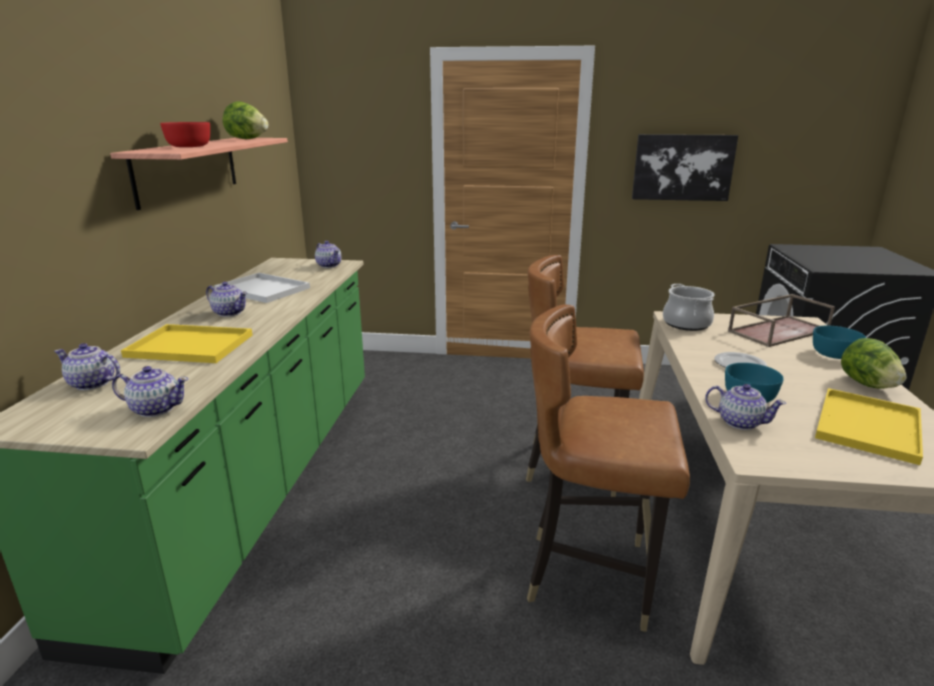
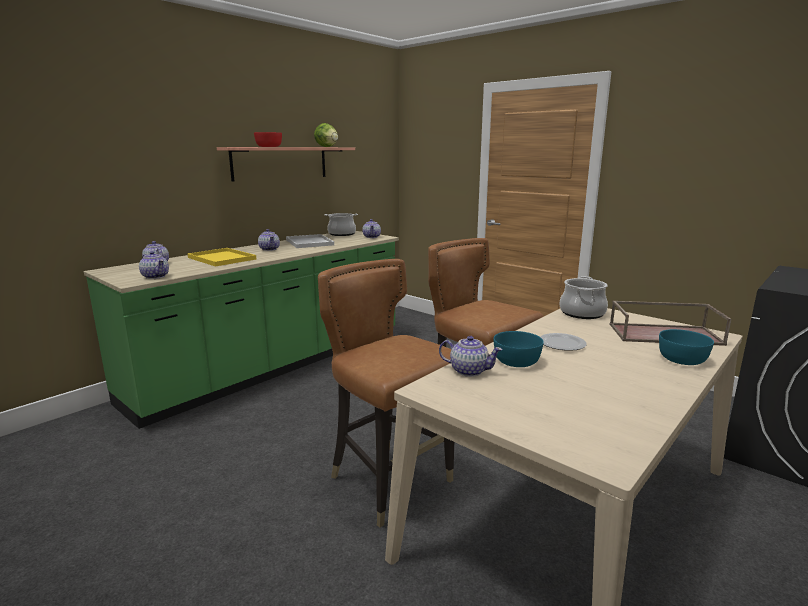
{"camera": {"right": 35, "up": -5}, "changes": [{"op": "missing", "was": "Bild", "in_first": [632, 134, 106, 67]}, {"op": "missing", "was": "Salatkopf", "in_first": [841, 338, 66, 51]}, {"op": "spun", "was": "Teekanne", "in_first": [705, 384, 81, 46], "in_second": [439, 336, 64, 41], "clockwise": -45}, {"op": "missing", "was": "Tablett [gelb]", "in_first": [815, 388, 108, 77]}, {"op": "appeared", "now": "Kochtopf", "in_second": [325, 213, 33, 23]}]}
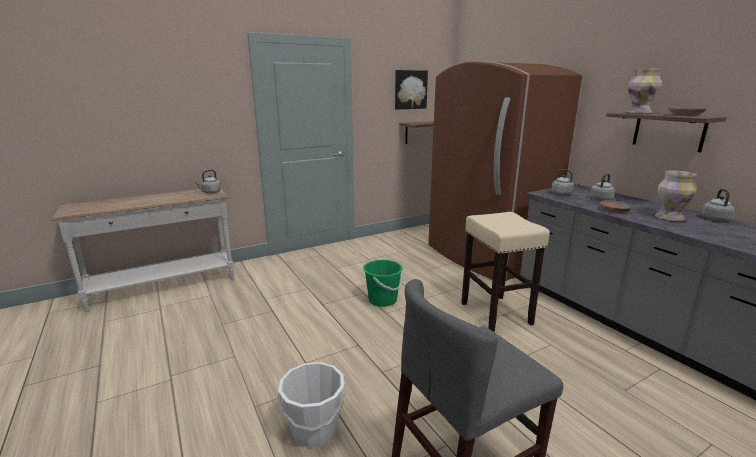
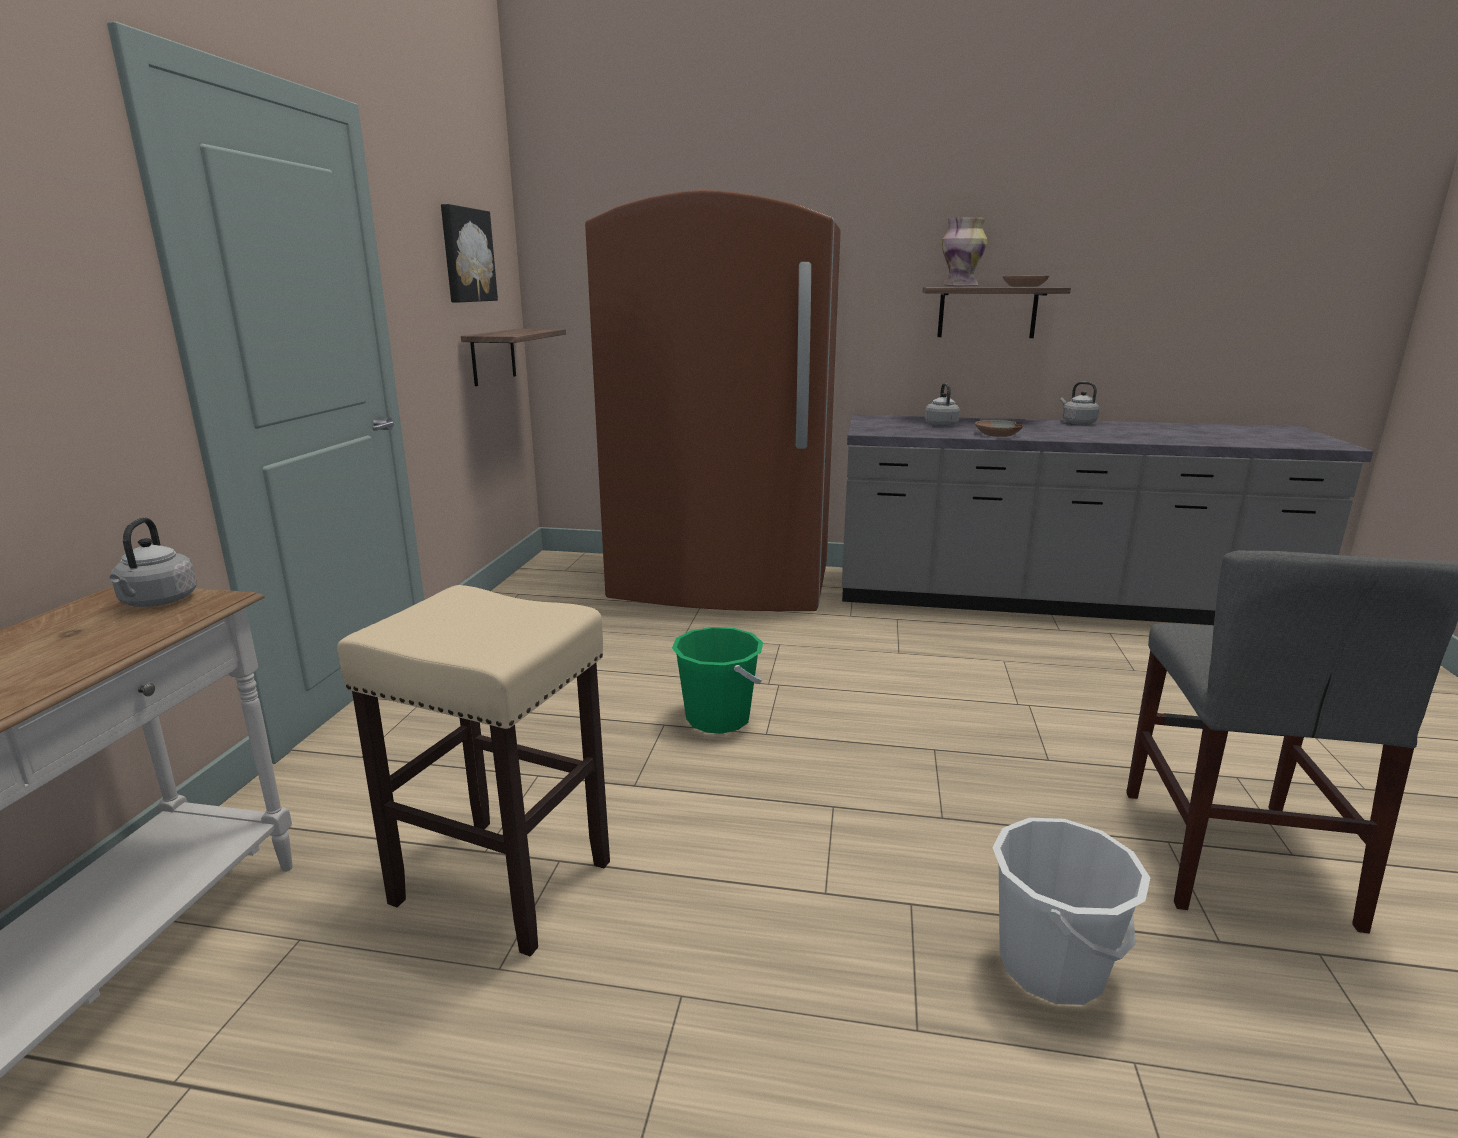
{"camera": {"right": -50, "up": 0}, "changes": [{"op": "missing", "was": "Wasserkessel [grau]", "in_first": [551, 169, 29, 26]}, {"op": "missing", "was": "Vase", "in_first": [655, 171, 42, 50]}, {"op": "relocated", "was": "Hocker [beige]", "in_first": [461, 212, 89, 120], "in_second": [337, 585, 273, 372]}]}
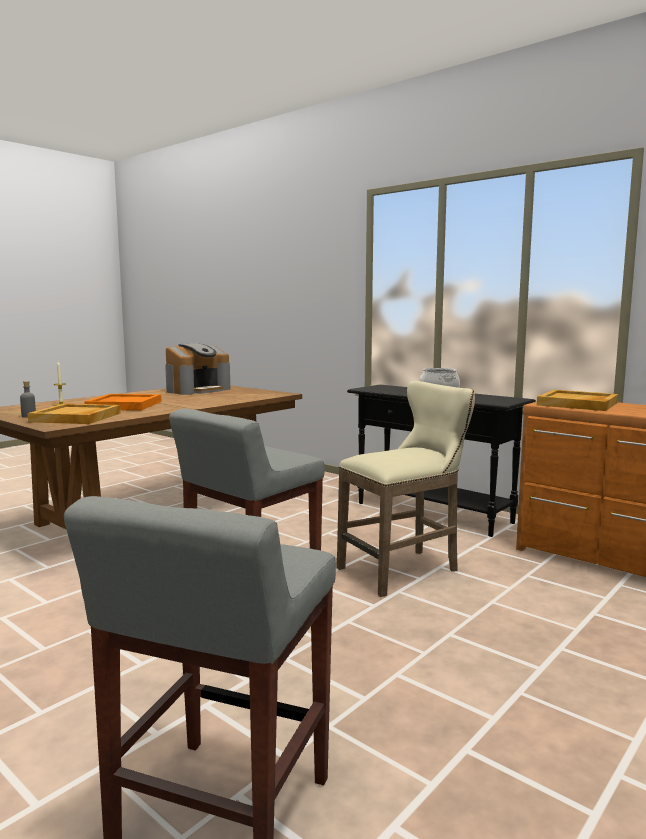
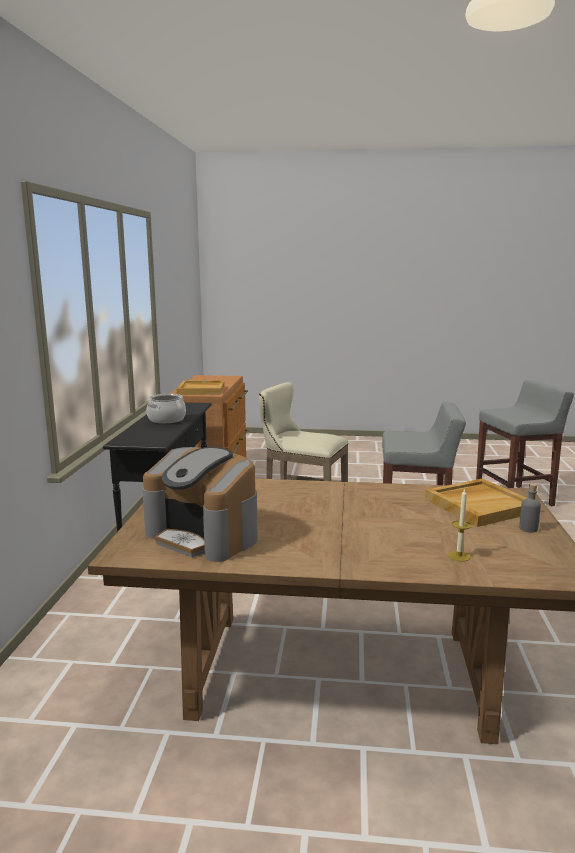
{"camera": {"right": -125, "up": 5}, "changes": [{"op": "spun", "was": "Kaffeemaschine", "in_first": [165, 343, 65, 52], "in_second": [142, 447, 116, 115], "clockwise": -150}, {"op": "missing", "was": "Tablett [orange]", "in_first": [84, 394, 78, 16]}]}
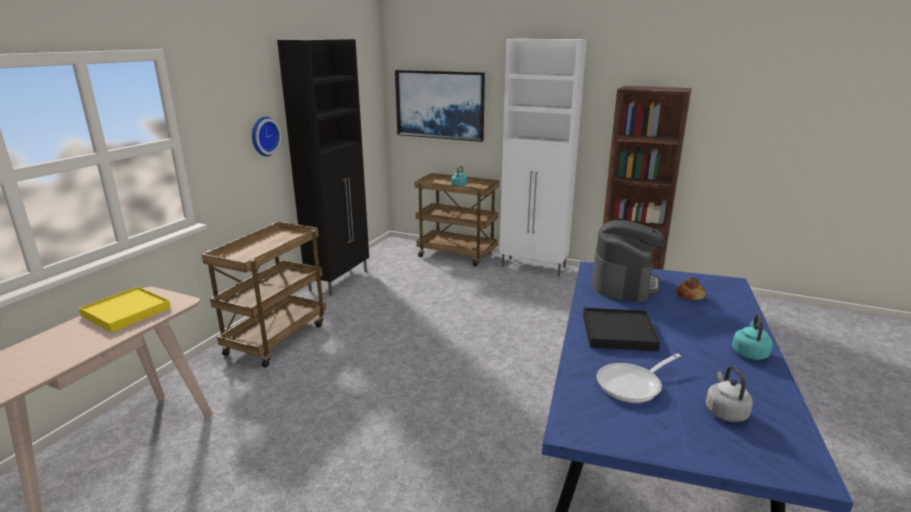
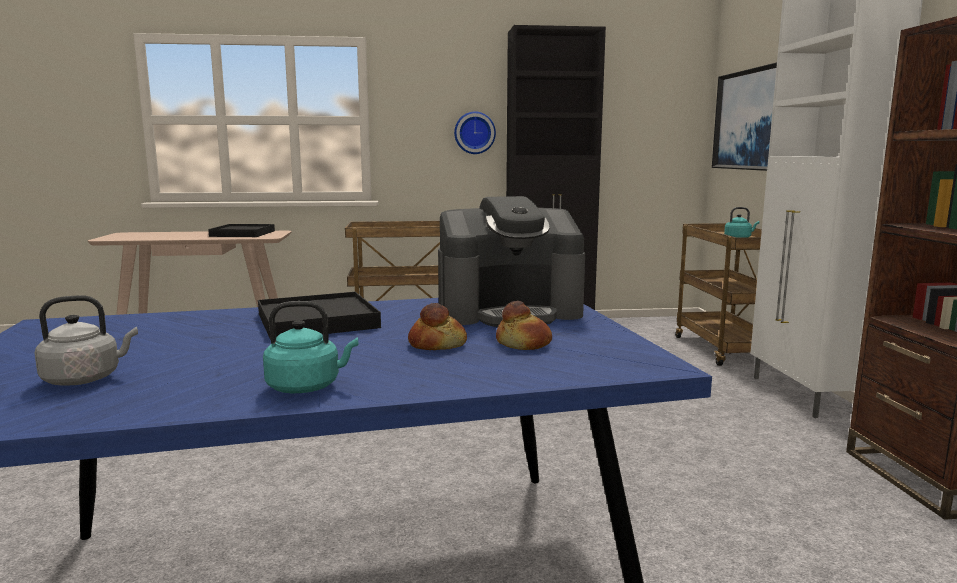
{"camera": {"right": 60, "up": -10}, "changes": [{"op": "colour", "was": "Tablett [gelb]", "now": "Tablett [schwarz]", "in_first": [79, 287, 92, 45], "in_second": [208, 224, 67, 13]}, {"op": "missing", "was": "Pfanne", "in_first": [597, 353, 84, 50]}, {"op": "appeared", "now": "Brot", "in_second": [408, 303, 59, 47]}]}
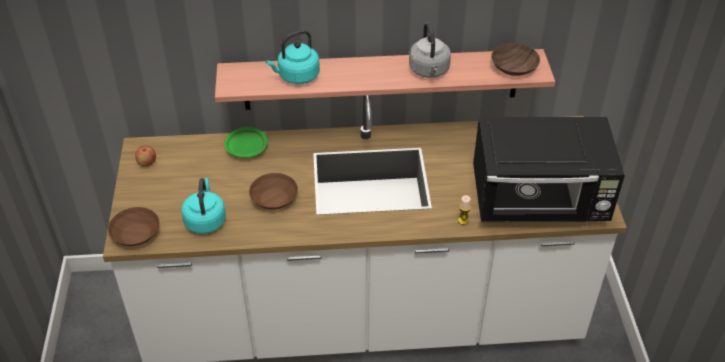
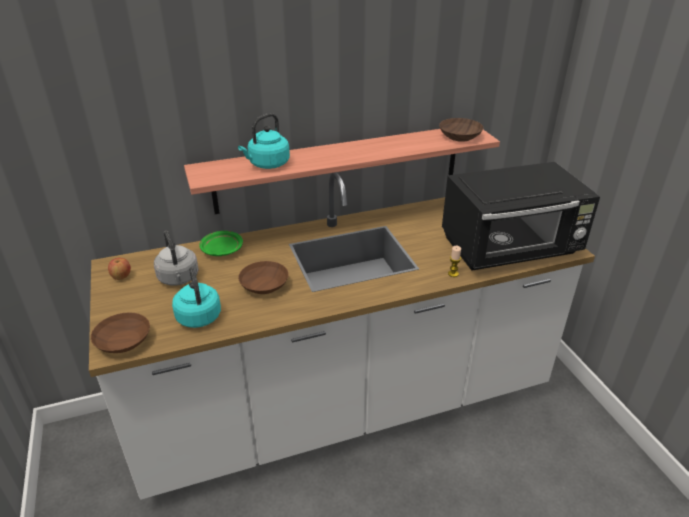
{"camera": {"right": -15, "up": -10}, "changes": [{"op": "relocated", "was": "Wasserkessel [grau]", "in_first": [409, 22, 42, 56], "in_second": [154, 231, 45, 55]}]}
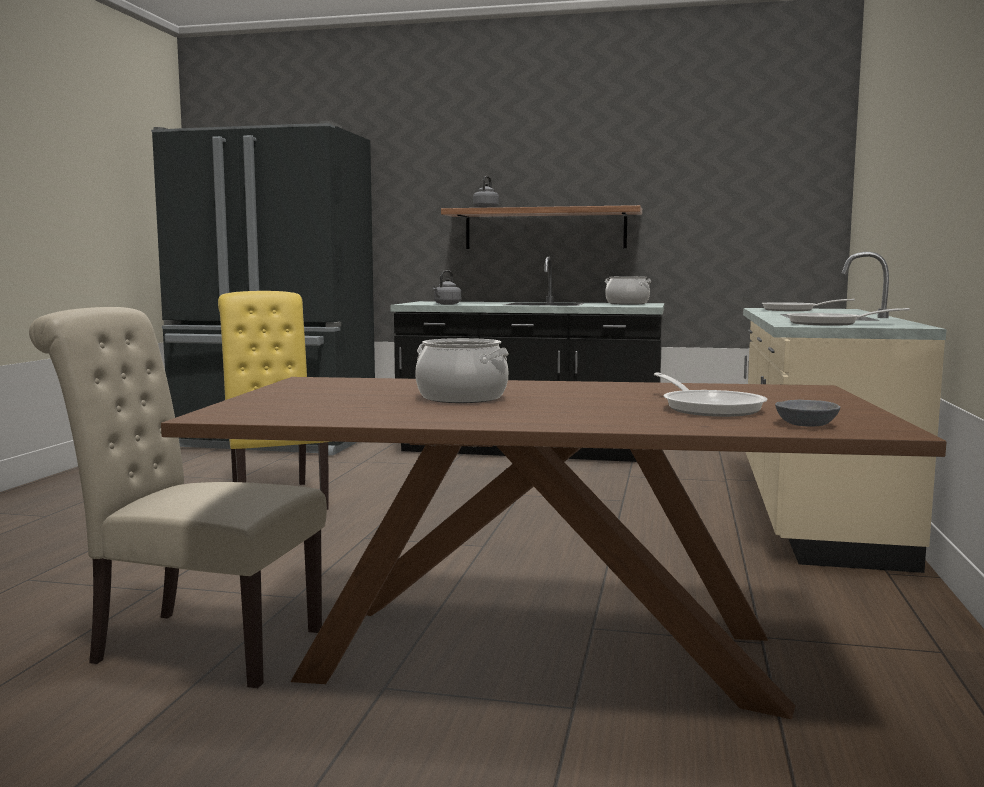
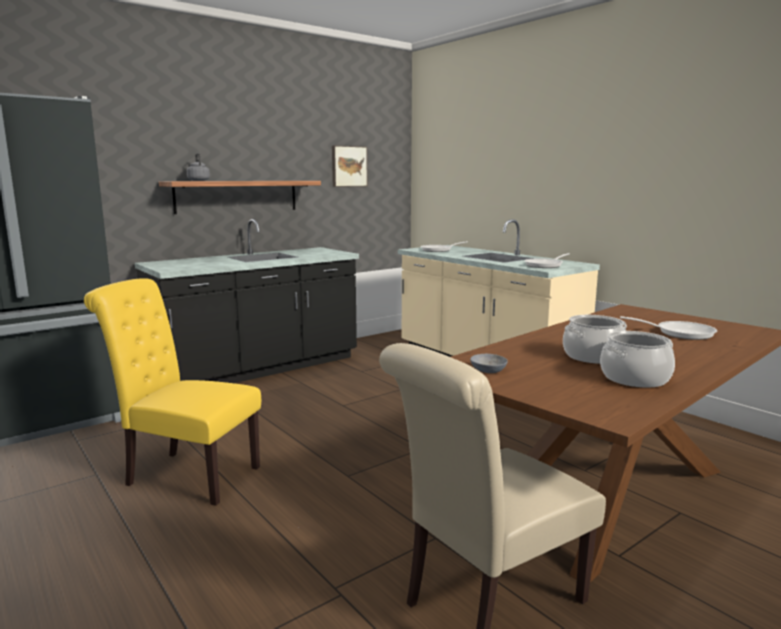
{"camera": {"right": -50, "up": 5}, "changes": [{"op": "missing", "was": "Wasserkessel [grau]", "in_first": [433, 270, 28, 35]}, {"op": "relocated", "was": "Kochtopf", "in_first": [605, 277, 46, 28], "in_second": [600, 331, 75, 57]}, {"op": "relocated", "was": "Schüssel [grau]", "in_first": [775, 400, 65, 27], "in_second": [470, 354, 38, 19]}, {"op": "appeared", "now": "Bild", "in_second": [332, 145, 36, 42]}]}
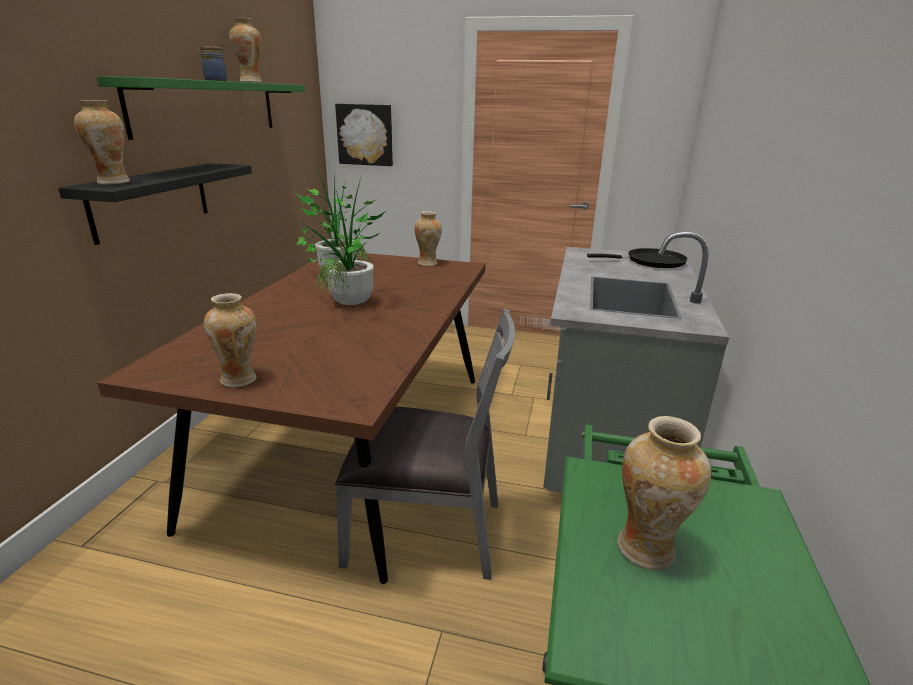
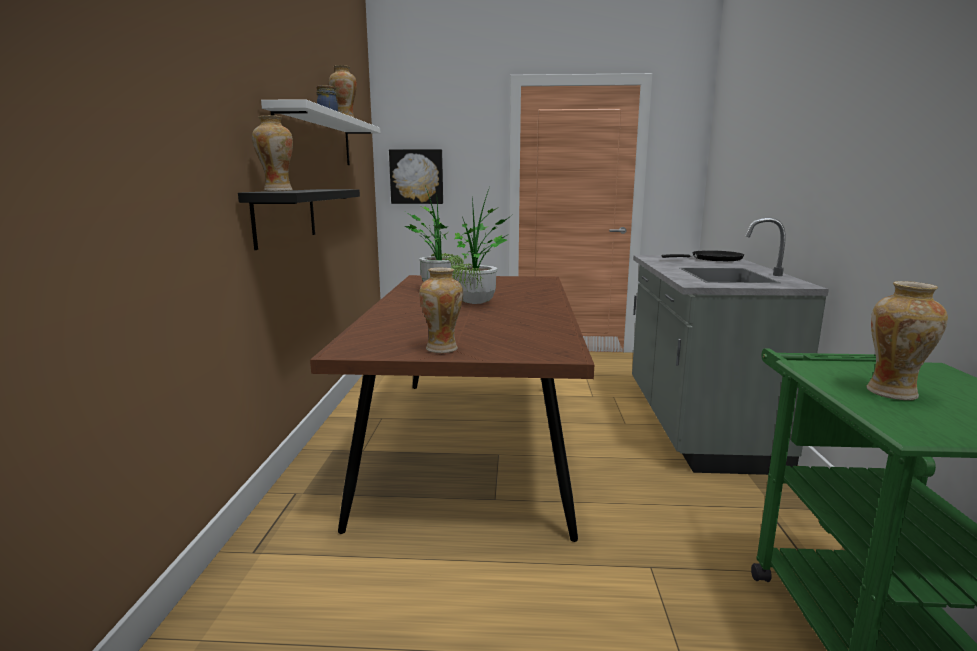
{"camera": {"right": -10, "up": -10}, "changes": [{"op": "colour", "was": "Wandregal [grün]", "now": "Wandregal [weiß]", "in_first": [97, 76, 208, 64], "in_second": [261, 99, 119, 66]}, {"op": "missing", "was": "Vase", "in_first": [414, 211, 28, 55]}, {"op": "missing", "was": "Stuhl [grau]", "in_first": [335, 309, 180, 271]}]}
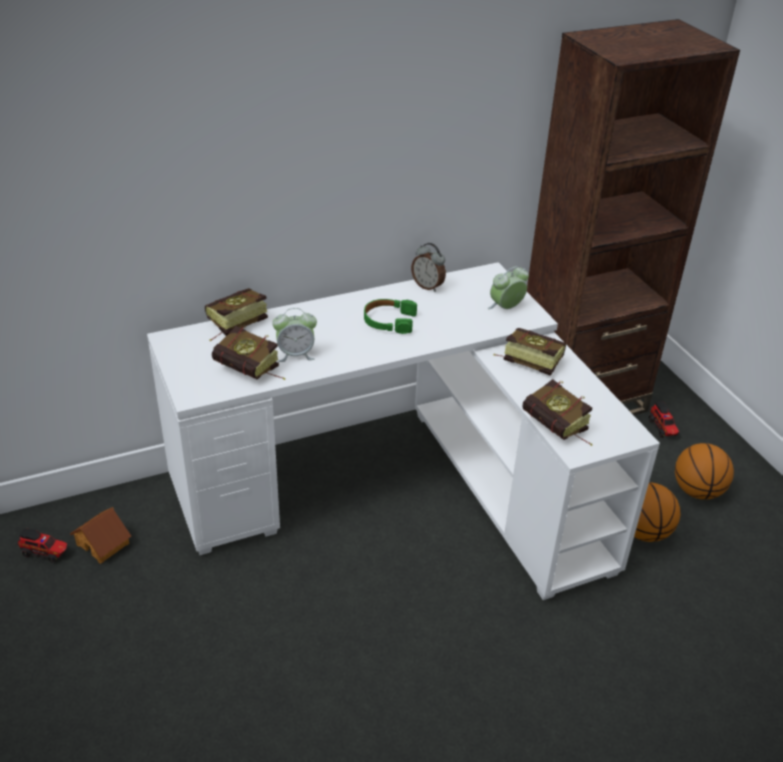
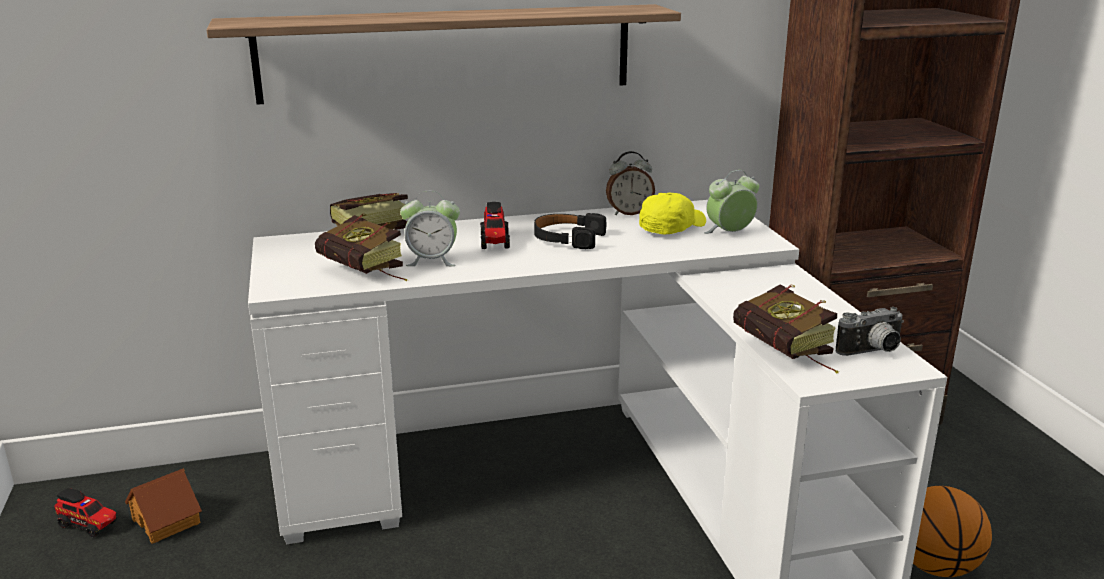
{"camera": {"right": 10, "up": -15}, "changes": [{"op": "spun", "was": "Wecker", "in_first": [411, 243, 35, 49], "in_second": [606, 151, 49, 64], "clockwise": -60}, {"op": "colour", "was": "Kopfhörer [grün]", "now": "Kopfhörer [schwarz]", "in_first": [364, 299, 53, 35], "in_second": [534, 213, 72, 36]}, {"op": "missing", "was": "Buch", "in_first": [493, 328, 73, 48]}, {"op": "relocated", "was": "Spielzeuglaster", "in_first": [649, 402, 30, 36], "in_second": [480, 202, 30, 47]}, {"op": "missing", "was": "Basketball", "in_first": [675, 443, 59, 57]}, {"op": "appeared", "now": "Wandregal", "in_second": [207, 4, 474, 100]}, {"op": "appeared", "now": "Kappe [gelb]", "in_second": [639, 193, 67, 42]}, {"op": "appeared", "now": "Kamera", "in_second": [835, 307, 69, 49]}]}
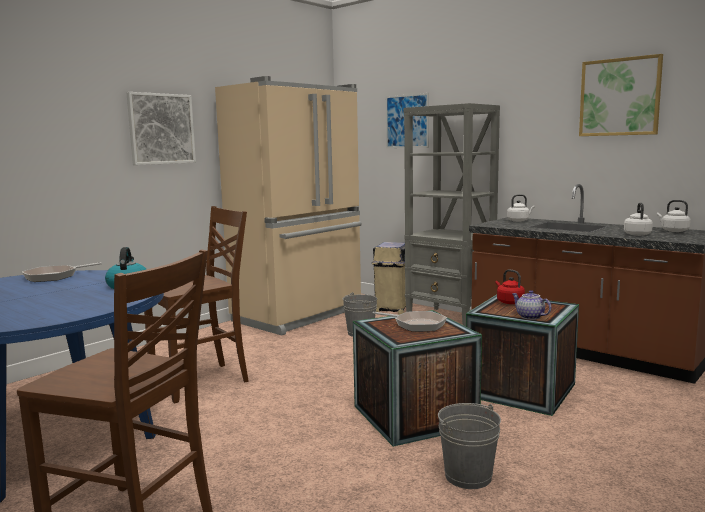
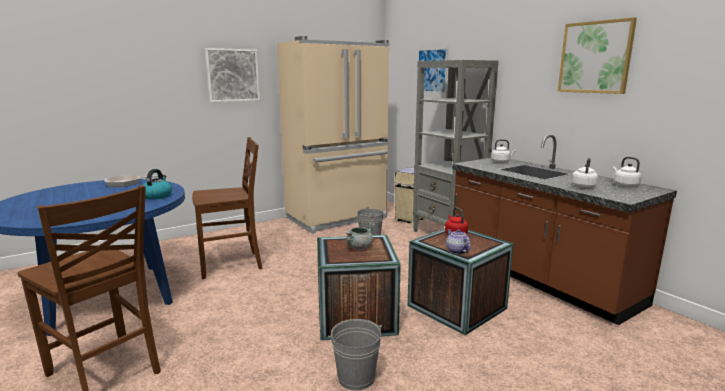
{"camera": {"right": 15, "up": 5}, "changes": [{"op": "exchanged", "was": "Pfanne", "now": "Kochtopf [grau]", "in_first": [373, 311, 74, 21], "in_second": [346, 223, 29, 27]}]}
